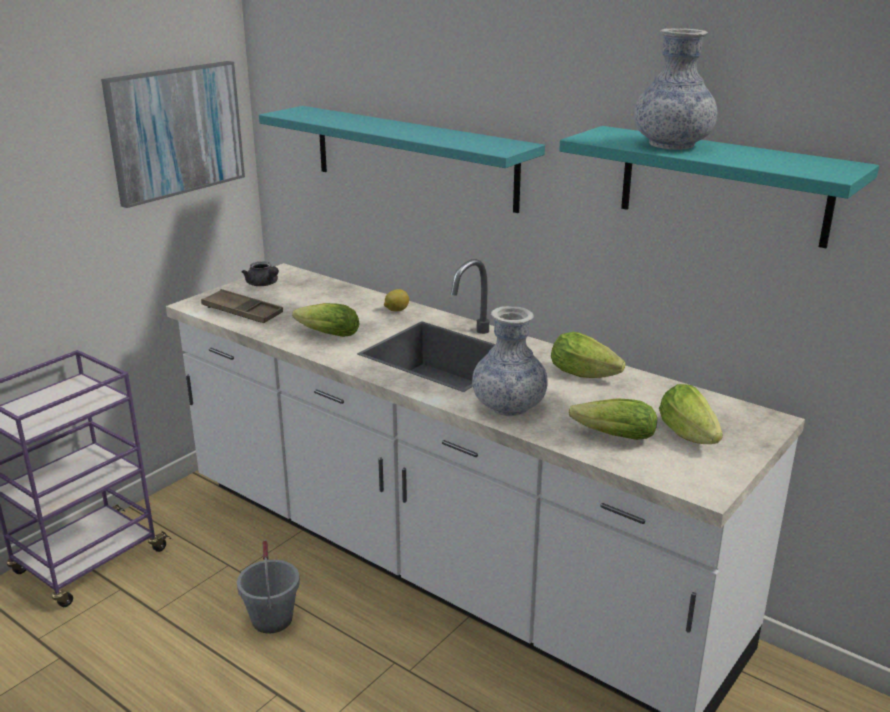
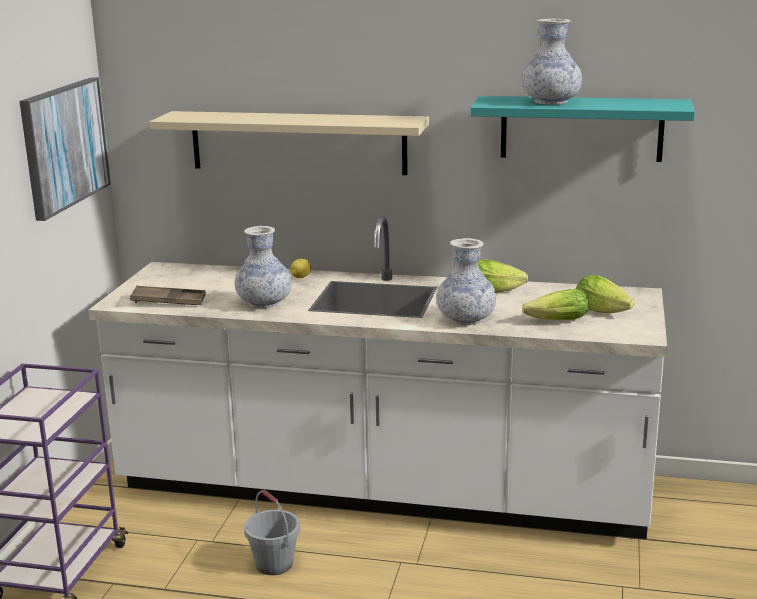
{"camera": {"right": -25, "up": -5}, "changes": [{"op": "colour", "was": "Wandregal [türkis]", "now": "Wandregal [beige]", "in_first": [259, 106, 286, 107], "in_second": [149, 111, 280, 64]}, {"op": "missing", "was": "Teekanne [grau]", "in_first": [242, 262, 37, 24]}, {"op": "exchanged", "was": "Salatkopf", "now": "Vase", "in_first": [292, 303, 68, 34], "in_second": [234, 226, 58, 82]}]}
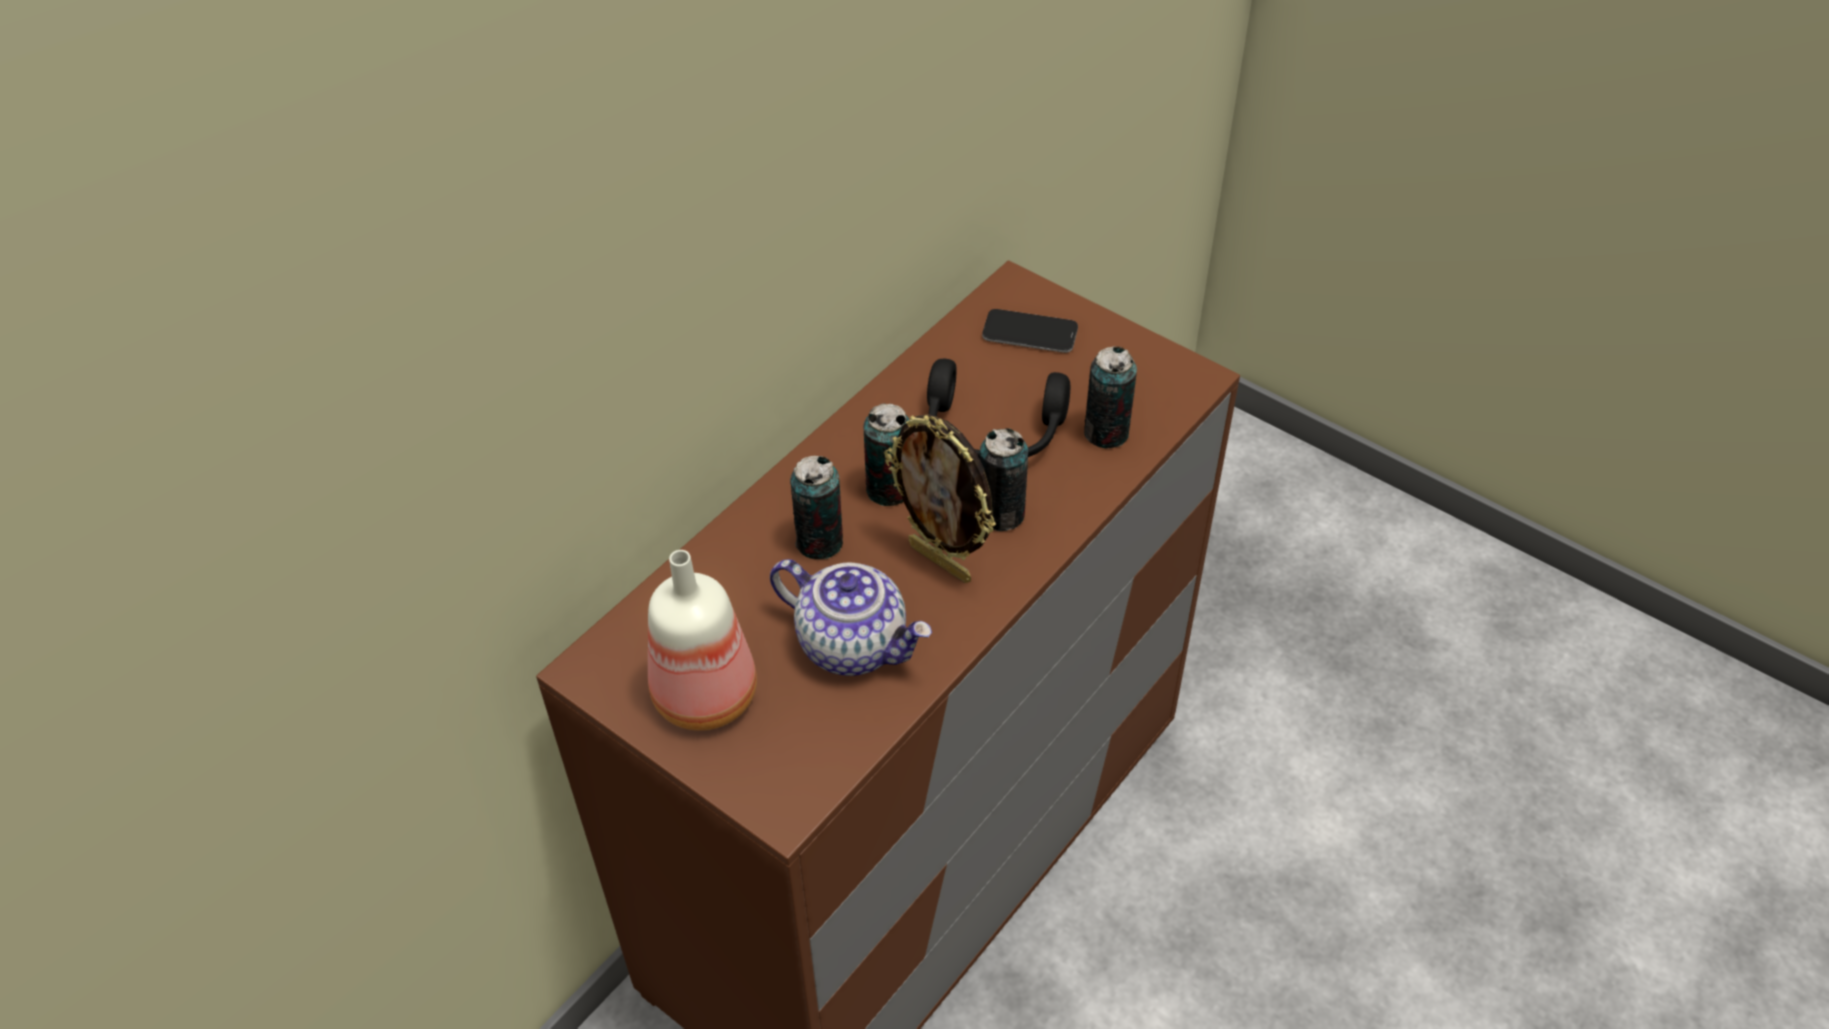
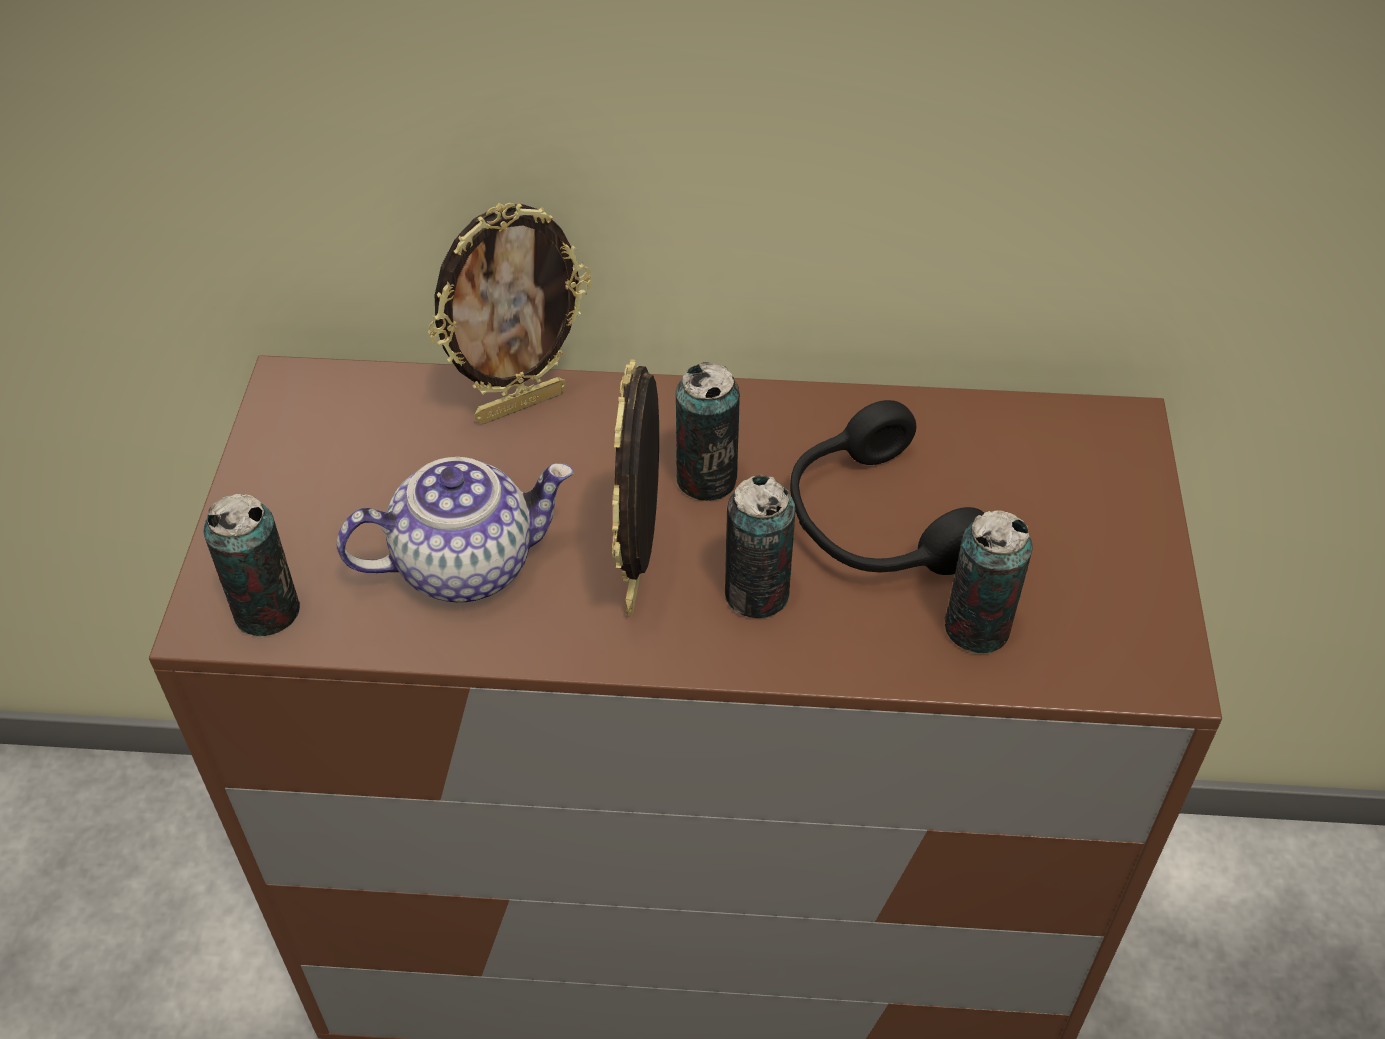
{"camera": {"right": 55, "up": 0}, "changes": [{"op": "missing", "was": "Handy", "in_first": [982, 309, 96, 44]}, {"op": "relocated", "was": "Dose", "in_first": [790, 456, 53, 103], "in_second": [204, 494, 96, 143]}, {"op": "missing", "was": "Flasche", "in_first": [648, 550, 109, 181]}, {"op": "spun", "was": "Teekanne", "in_first": [770, 559, 162, 117], "in_second": [337, 457, 236, 145], "clockwise": -105}, {"op": "appeared", "now": "Bilderrahmen", "in_second": [428, 203, 164, 221]}]}
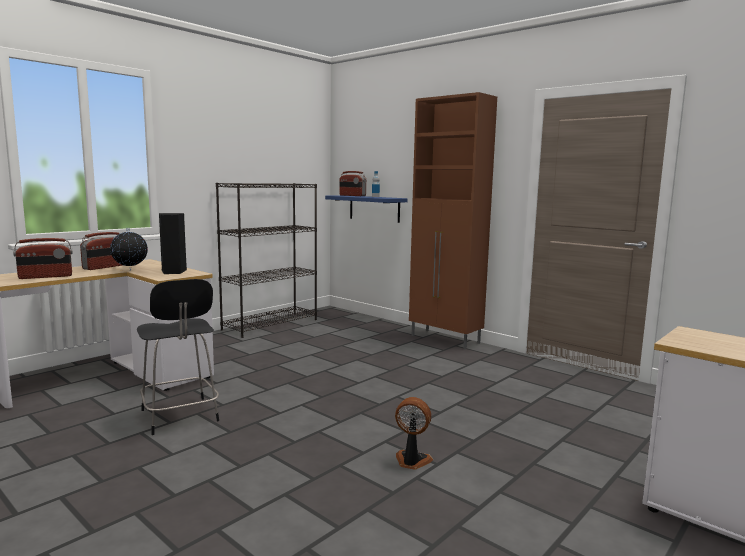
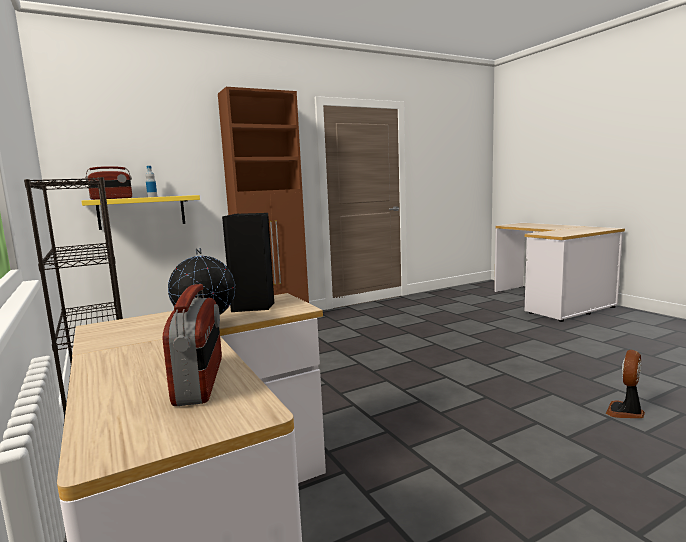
{"camera": {"right": -70, "up": 0}, "changes": [{"op": "colour", "was": "Wandregal [blau]", "now": "Wandregal [gelb]", "in_first": [325, 195, 83, 28], "in_second": [81, 195, 119, 35]}, {"op": "missing", "was": "Radio", "in_first": [80, 232, 43, 38]}, {"op": "missing", "was": "Stuhl [schwarz]", "in_first": [137, 279, 82, 156]}, {"op": "relocated", "was": "Ventilator", "in_first": [395, 397, 38, 73], "in_second": [606, 350, 39, 68]}]}
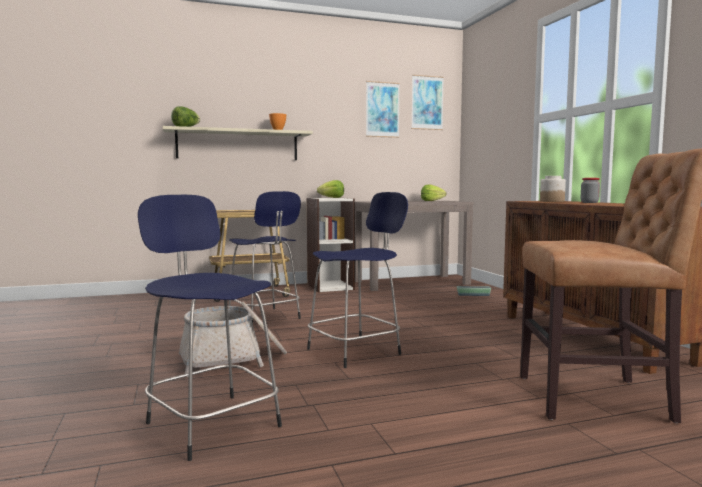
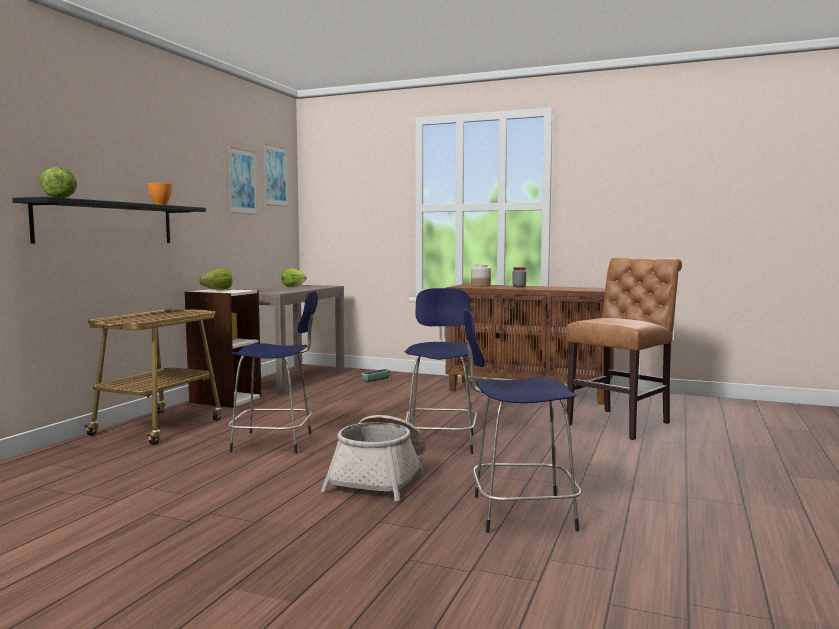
{"camera": {"right": -50, "up": 0}, "changes": [{"op": "colour", "was": "Wandregal [beige]", "now": "Wandregal [schwarz]", "in_first": [163, 126, 150, 34], "in_second": [12, 197, 194, 46]}]}
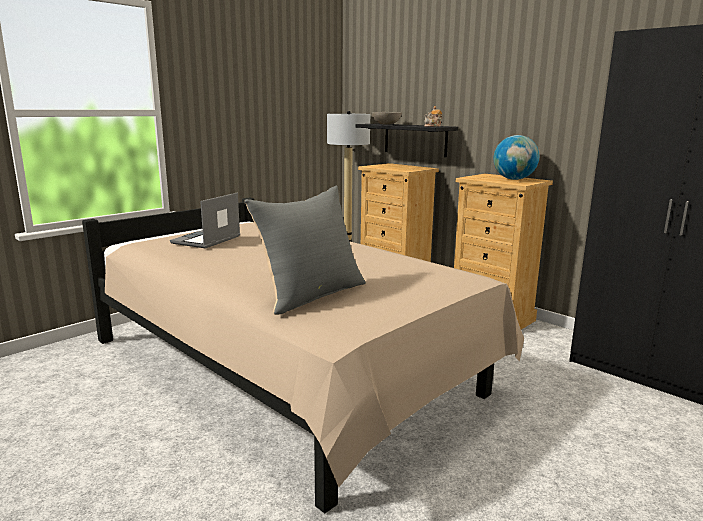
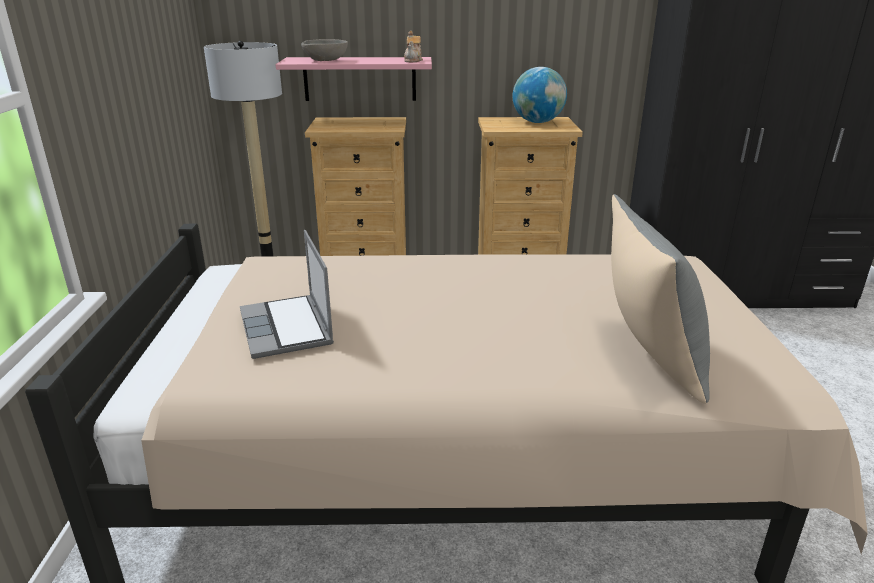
{"camera": {"right": -45, "up": 10}, "changes": [{"op": "colour", "was": "Wandregal [schwarz]", "now": "Wandregal [rosa]", "in_first": [355, 124, 103, 33], "in_second": [275, 57, 157, 44]}]}
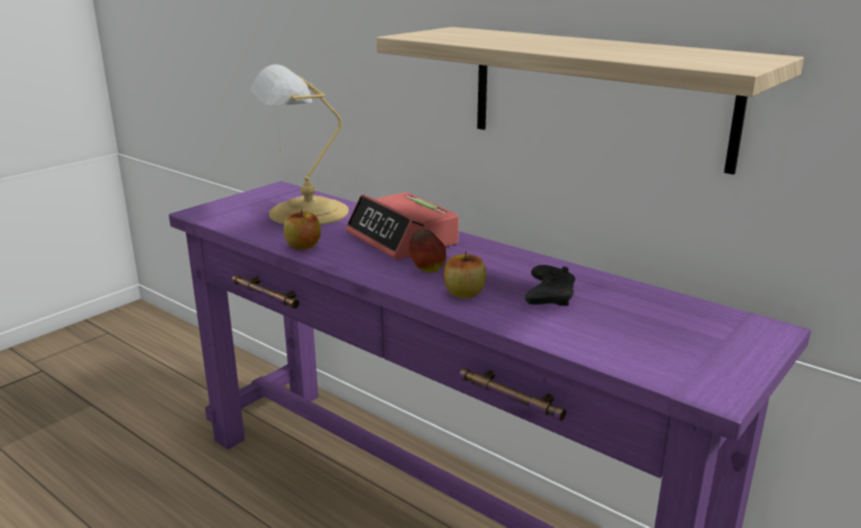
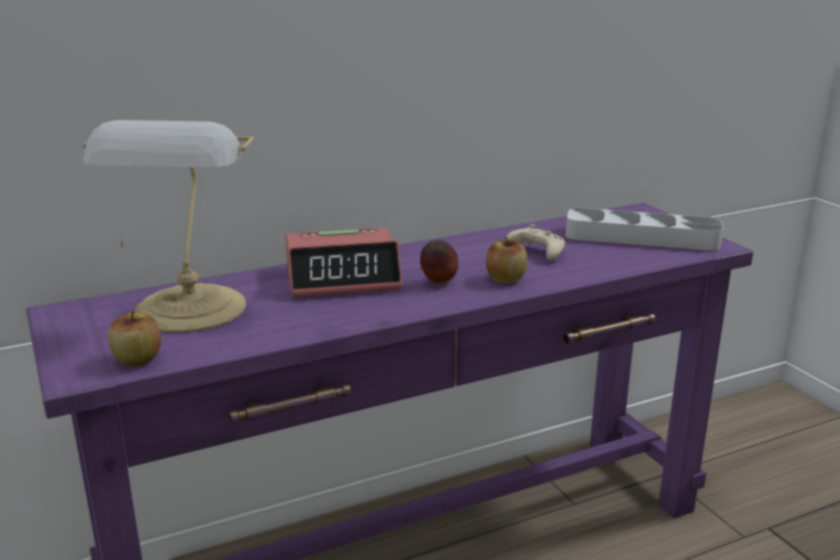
{"camera": {"right": -65, "up": 0}, "changes": [{"op": "missing", "was": "Wandregal", "in_first": [376, 27, 428, 148]}, {"op": "relocated", "was": "Apfel", "in_first": [284, 209, 37, 41], "in_second": [108, 310, 53, 56]}, {"op": "colour", "was": "Gamepad [schwarz]", "now": "Gamepad [beige]", "in_first": [525, 265, 51, 41], "in_second": [505, 224, 60, 37]}, {"op": "appeared", "now": "Tablett [grau]", "in_second": [566, 208, 157, 43]}]}
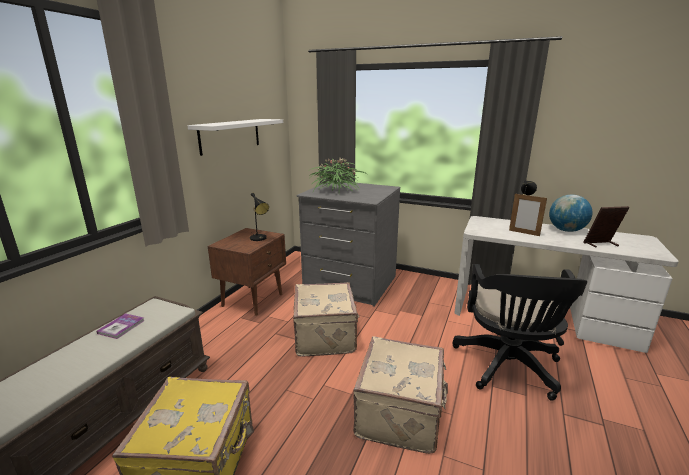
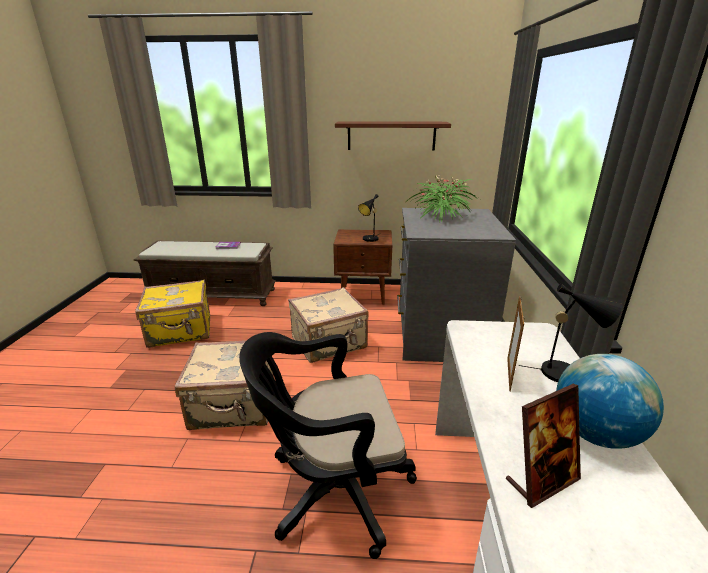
{"camera": {"right": 70, "up": 5}, "changes": [{"op": "colour", "was": "Wandregal [weiß]", "now": "Wandregal [braun]", "in_first": [187, 119, 96, 37], "in_second": [335, 121, 116, 29]}, {"op": "spun", "was": "Bilderrahmen", "in_first": [584, 206, 46, 42], "in_second": [506, 384, 75, 124], "clockwise": 90}]}
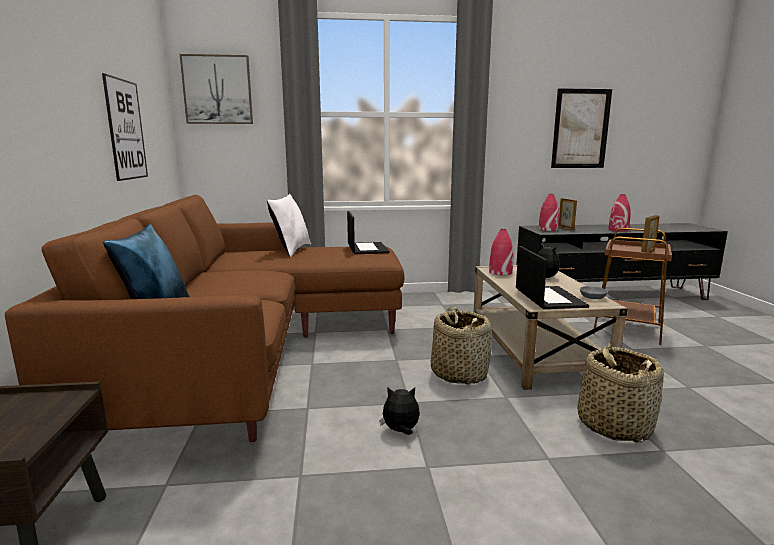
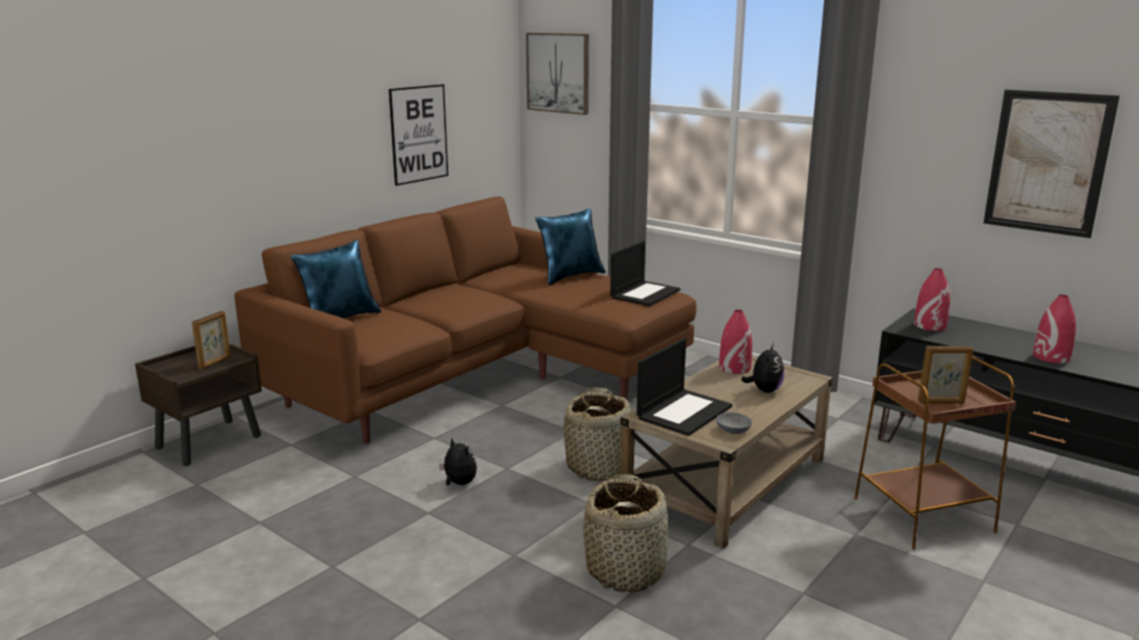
{"camera": {"right": 45, "up": 5}, "changes": [{"op": "colour", "was": "Kissen [weiß]", "now": "Kissen [blau]", "in_first": [267, 194, 44, 63], "in_second": [535, 208, 71, 77]}, {"op": "relocated", "was": "Bilderrahmen", "in_first": [558, 198, 19, 32], "in_second": [192, 311, 39, 59]}]}
